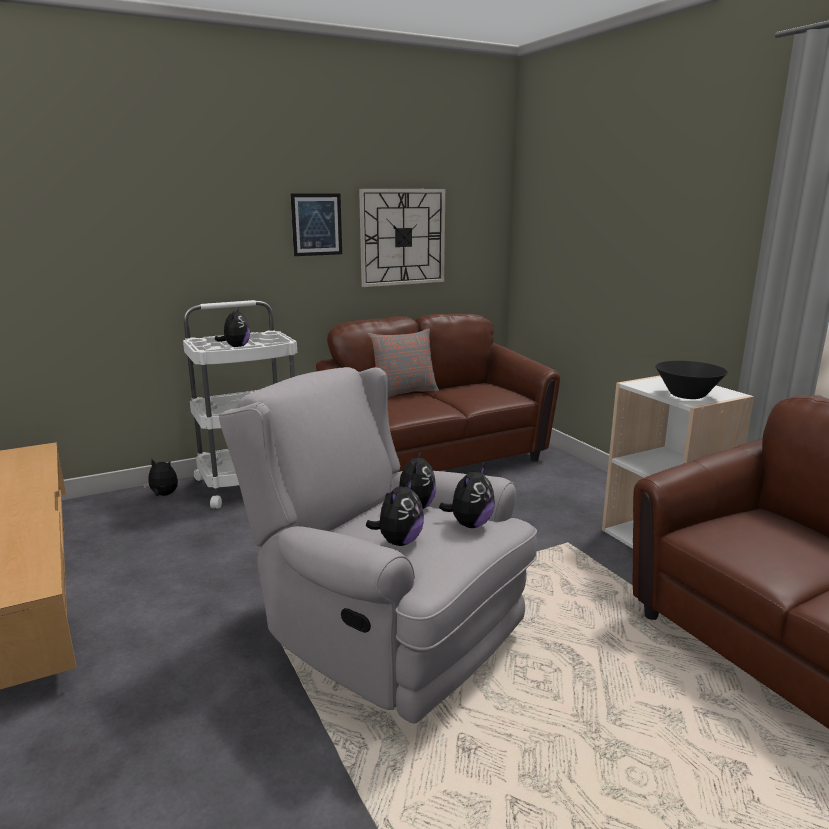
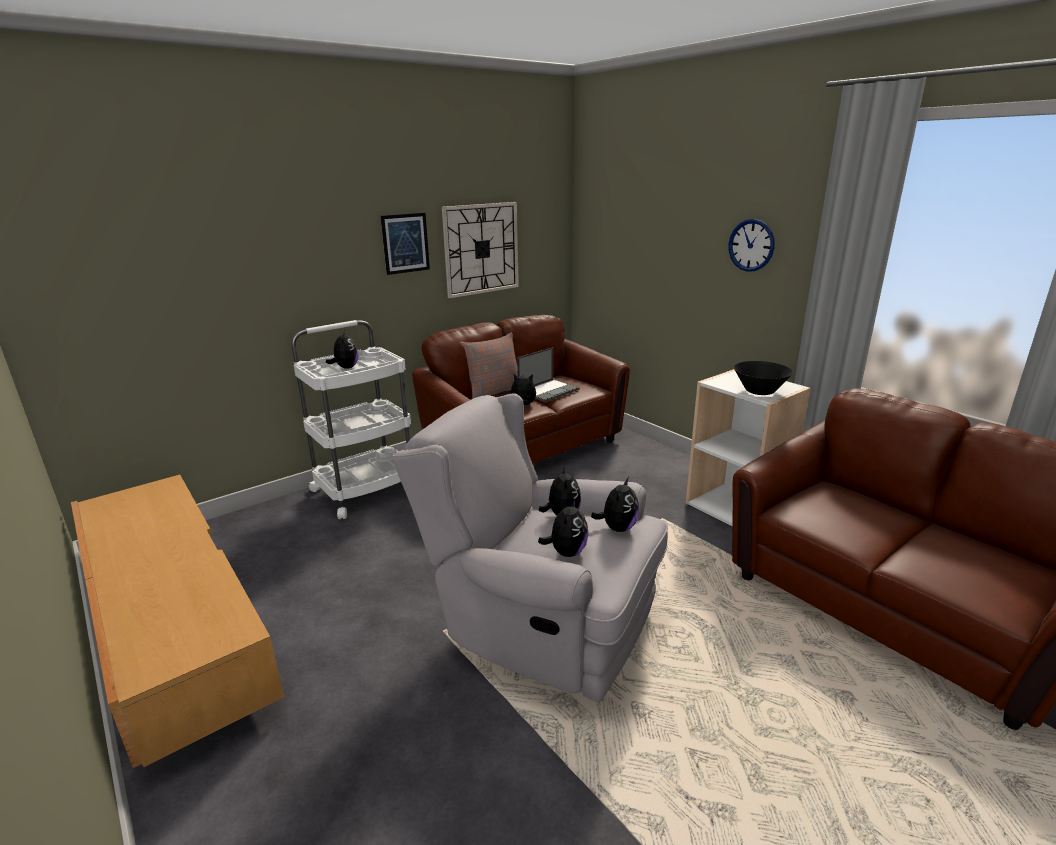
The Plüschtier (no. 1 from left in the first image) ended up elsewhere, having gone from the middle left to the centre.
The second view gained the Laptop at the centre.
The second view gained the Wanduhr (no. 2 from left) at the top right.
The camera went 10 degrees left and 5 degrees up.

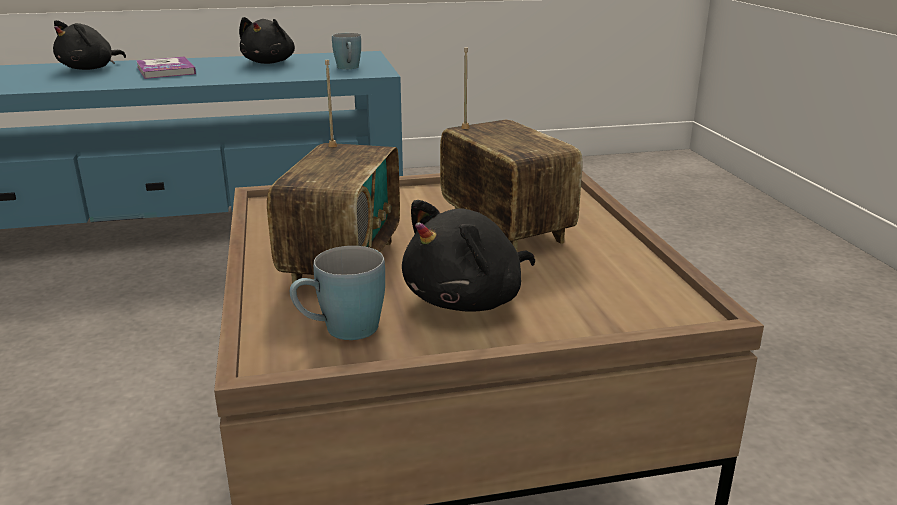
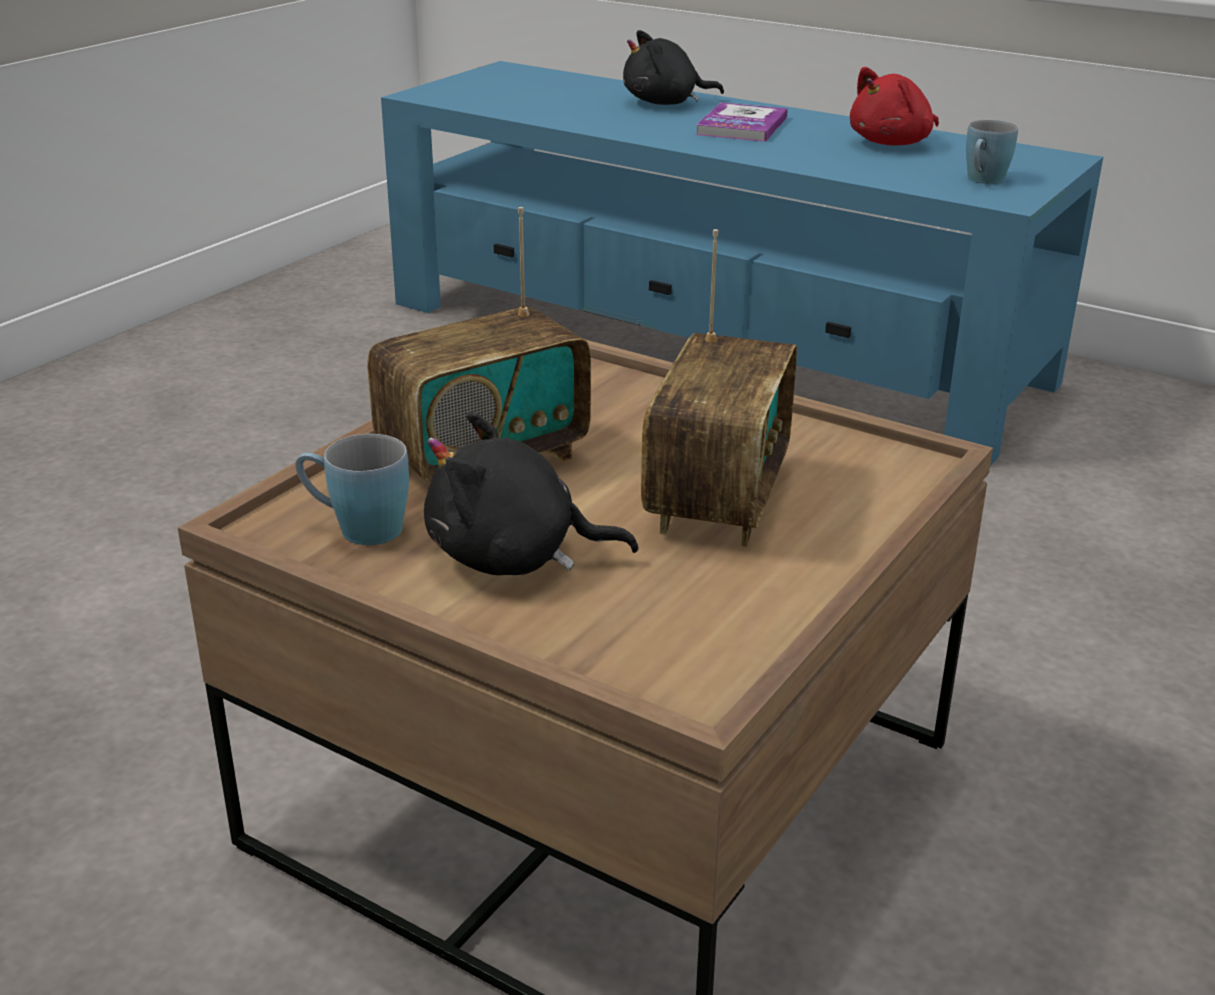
What was the Plüschtier (schwarz) (no. 2 from left) at the top left turned into the Plüschtier (rot) at the top right.
The camera went 45 degrees right and 5 degrees up.

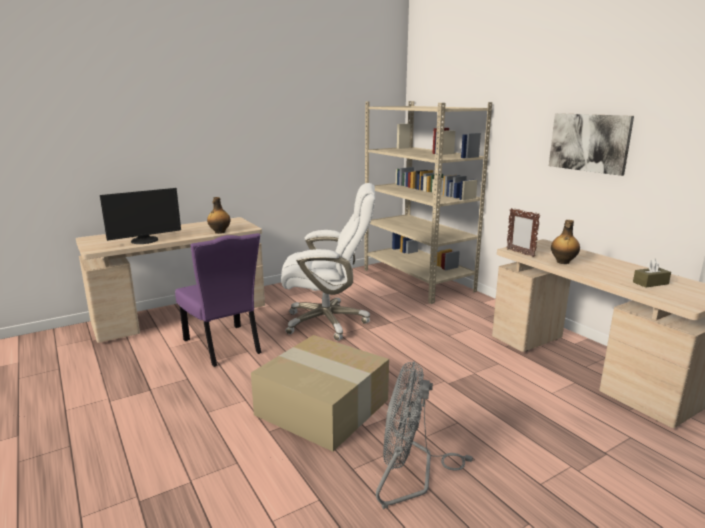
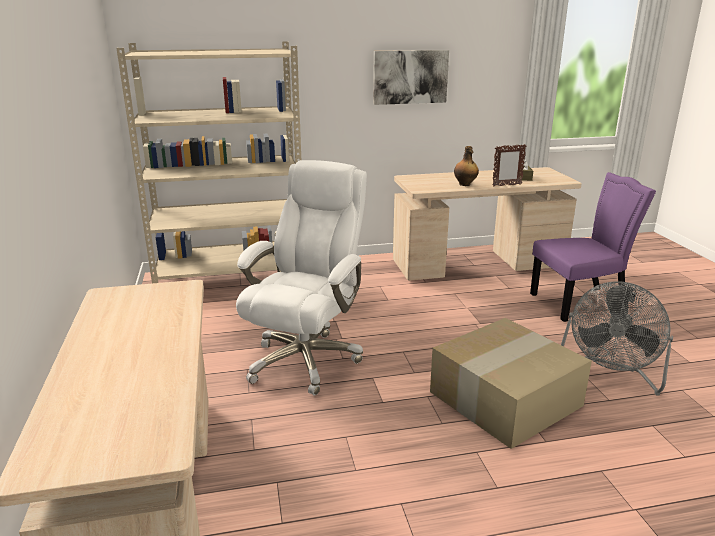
The second view lost the Monitor at the middle left.
The Stuhl (lila) ended up elsewhere, having gone from the middle left to the middle right.
The second view lost the Flasche (no. 1 from left) at the middle left.
The Bilderrahmen ended up elsewhere, having gone from the middle right to the top right.
The camera went 70 degrees left and 5 degrees up.

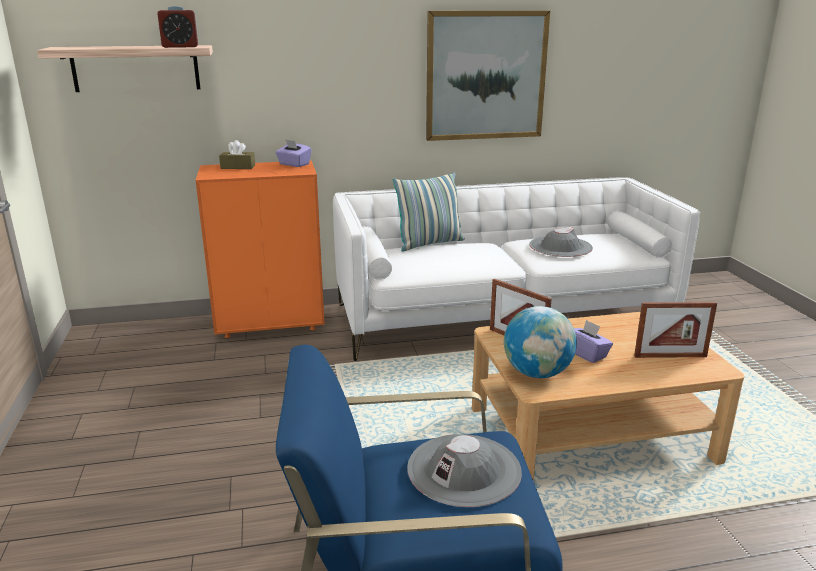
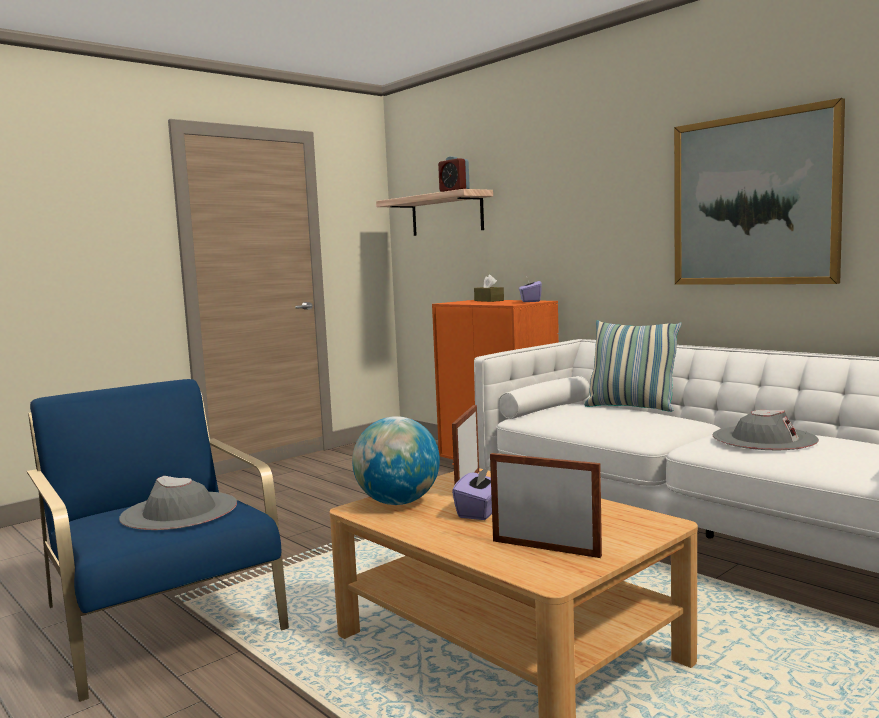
The Bilderrahmen (no. 2 from left) at the middle right ended up facing another way, 150 degrees clockwise from before.
The camera went 60 degrees right and 15 degrees down.

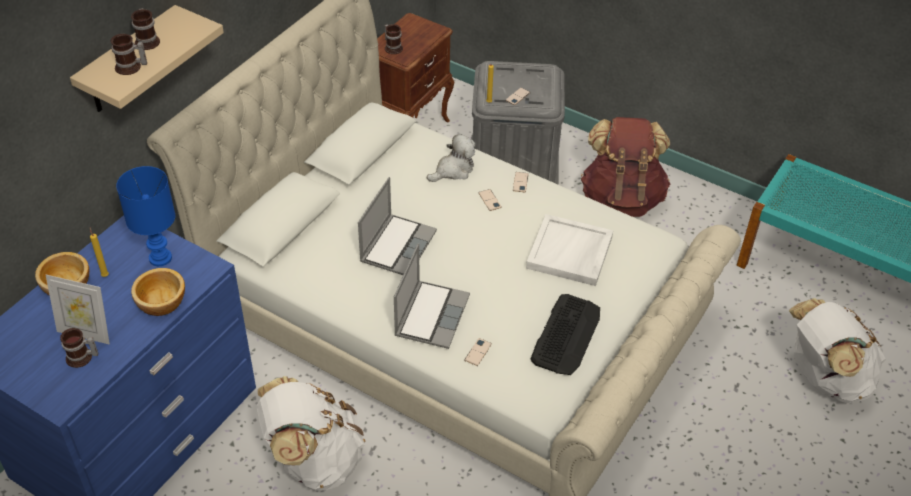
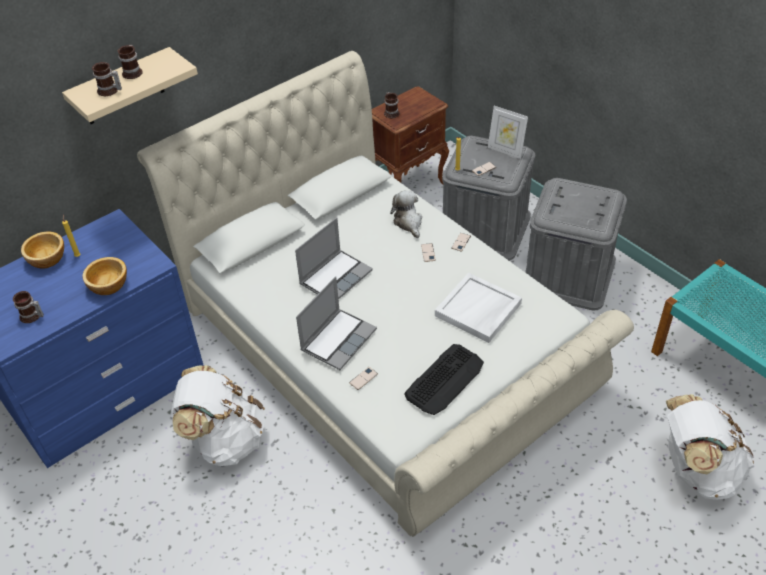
The Bilderrahmen ended up elsewhere, having gone from the middle left to the top centre.
The second view lost the Tischlampe (blau) at the middle left.
The Plüschtier at the top centre ended up facing another way, 90 degrees counterclockwise from before.
Where the Rucksack (braun) stood at the middle right, the Aufbewahrungsbox (grau) (no. 2 from left) came to stand at the middle right.
The camera went 20 degrees right and 0 degrees up.

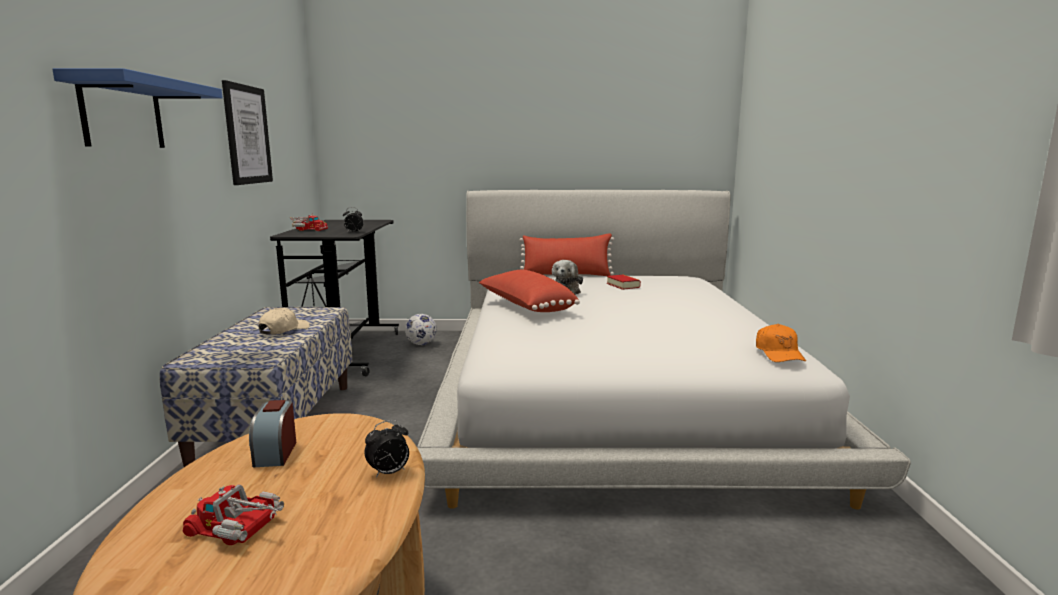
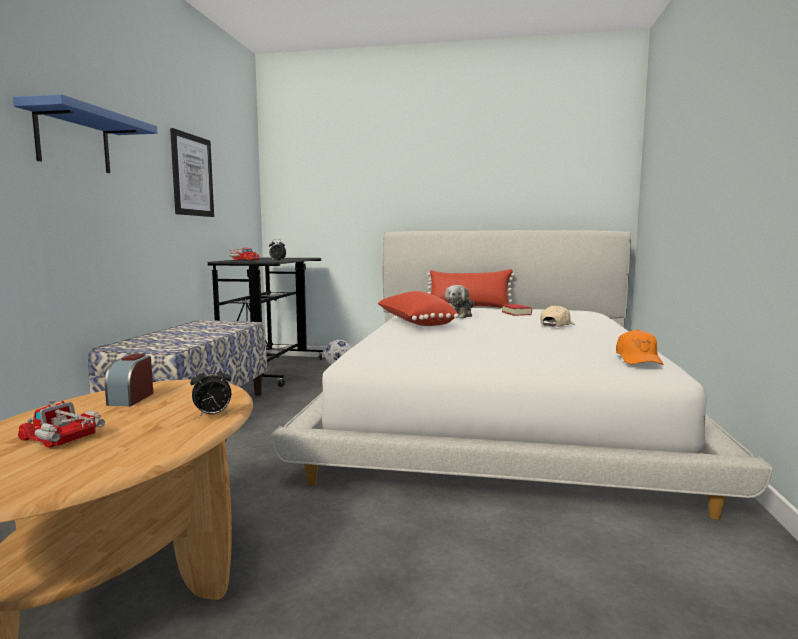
The Kappe (beige) ended up elsewhere, having gone from the middle left to the middle right.
The camera went 10 degrees right and 5 degrees down.

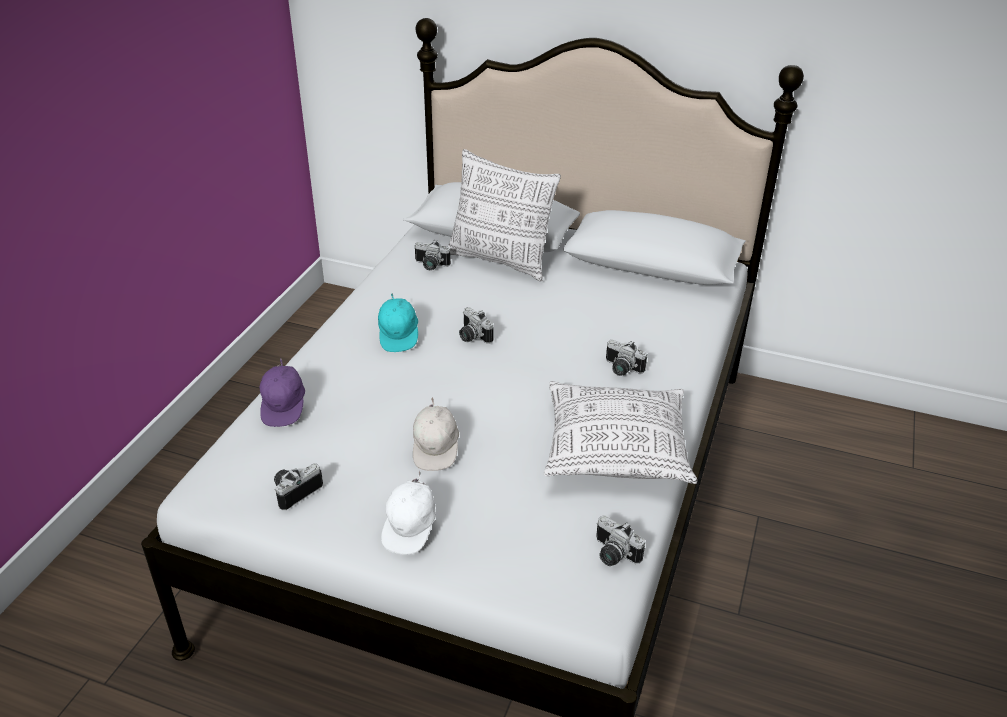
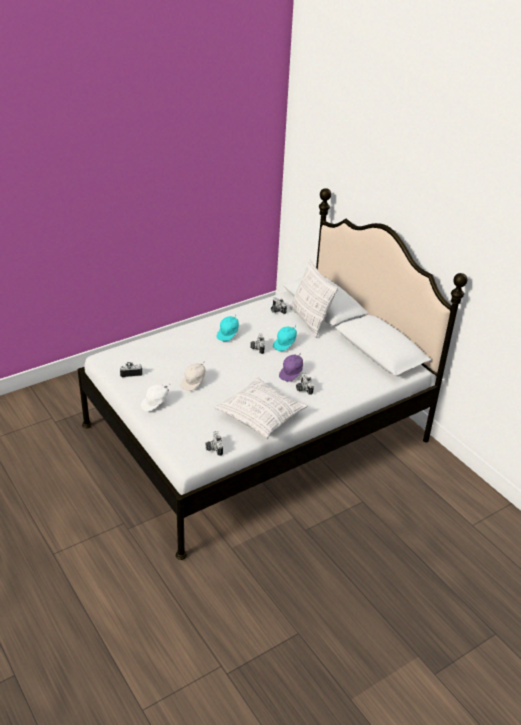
The Kappe (lila) ended up elsewhere, having gone from the middle left to the centre.
The second view gained the Kappe (türkis) (no. 2 from left) at the centre.
The camera went 35 degrees right and 0 degrees up.

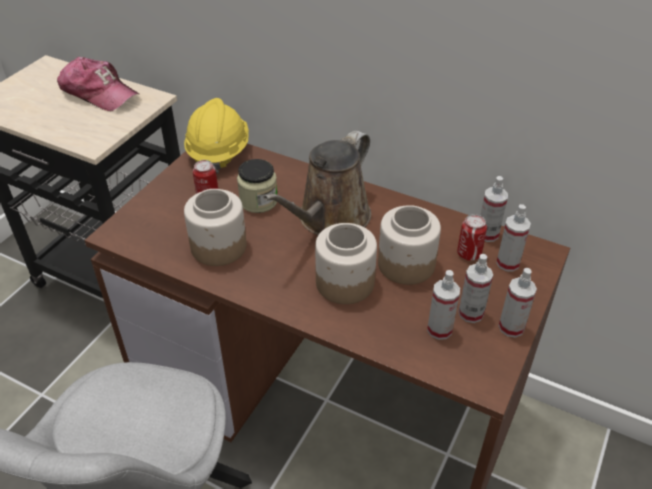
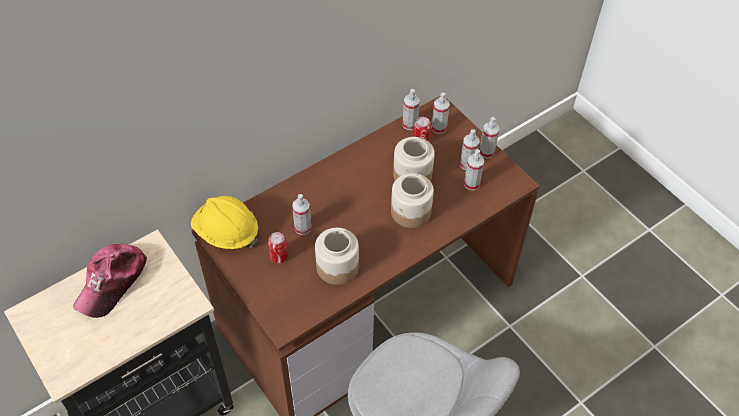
The Kappe at the top left ended up facing another way, 150 degrees clockwise from before.
Where the Vorratsglas (no. 2 from left) stood at the centre, the Sprühflasche (no. 1 from left) came to stand at the centre.
The second view lost the Gießkanne (braun) at the centre.
The camera went 65 degrees left and 10 degrees up.

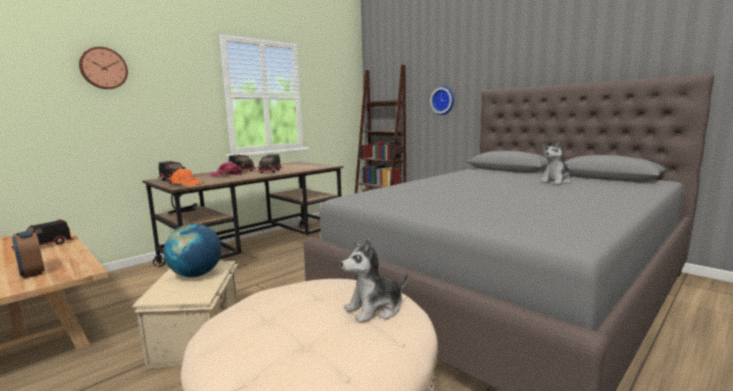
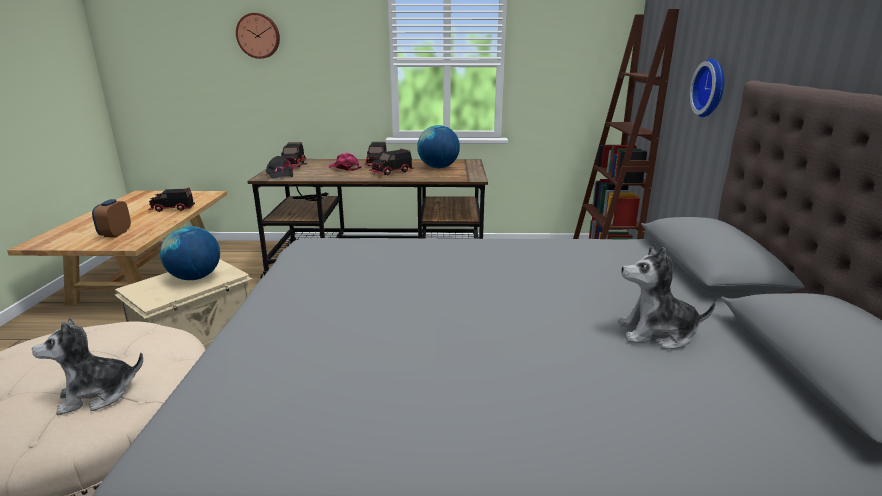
What was the Kappe (orange) at the middle left turned into the Kappe (schwarz) at the middle left.
The Plüschtier (no. 1 from left) at the bottom centre ended up facing another way, 45 degrees counterclockwise from before.
The second view gained the Globus (no. 2 from left) at the top centre.
The camera went 45 degrees right and 10 degrees up.

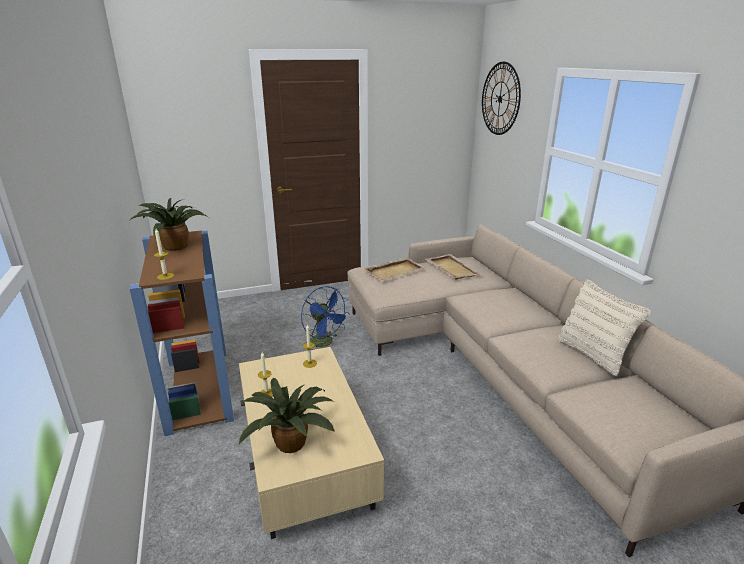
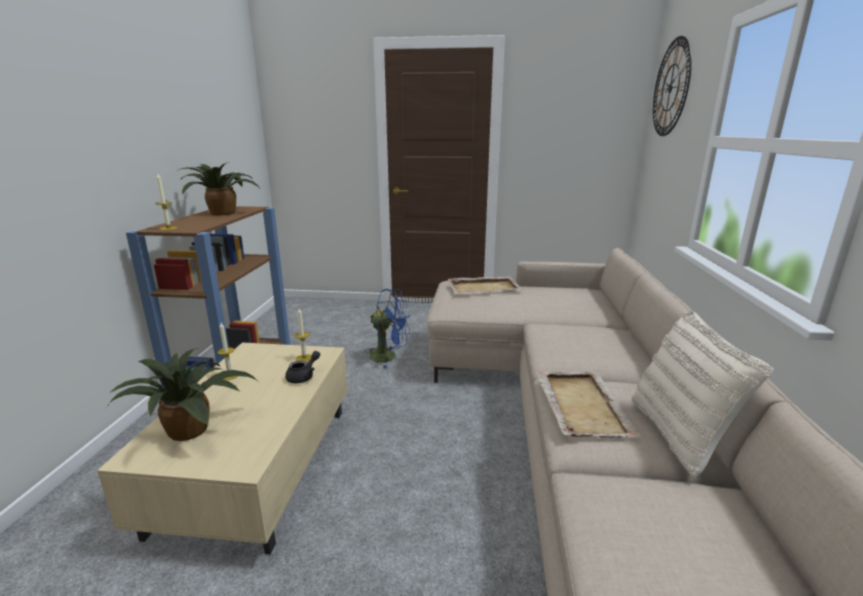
The Ventilator (blau) at the centre ended up facing another way, 60 degrees counterclockwise from before.
The Tablett (beige) (no. 2 from left) ended up elsewhere, having gone from the centre to the bottom right.
The second view gained the Teekanne (schwarz) at the centre.
The camera went 25 degrees right and 5 degrees down.

